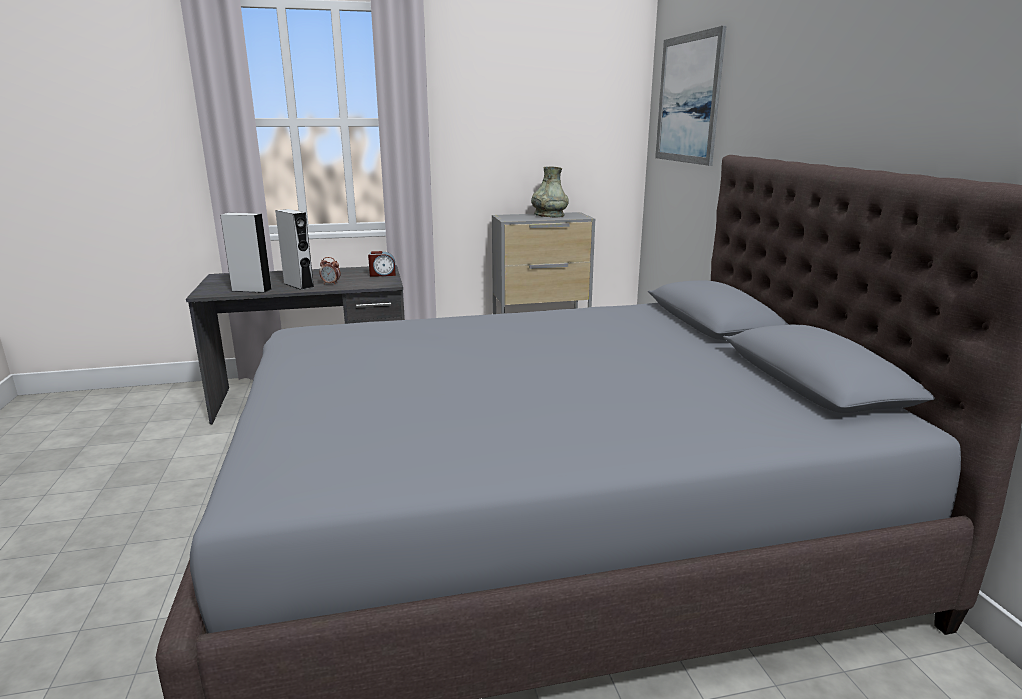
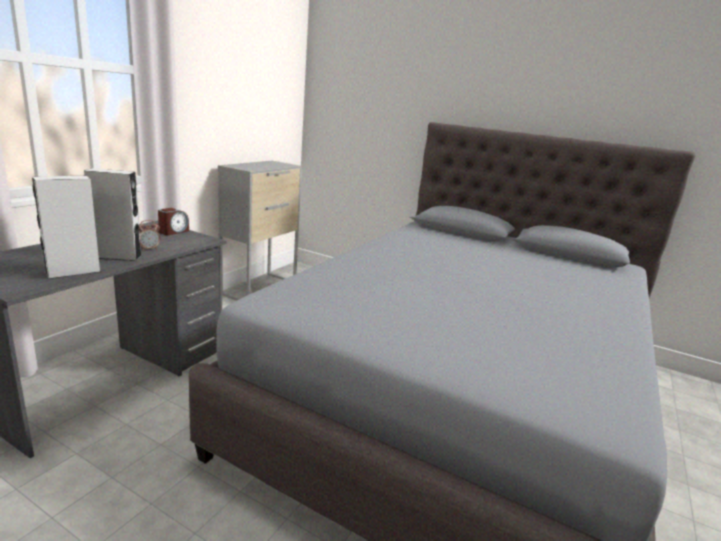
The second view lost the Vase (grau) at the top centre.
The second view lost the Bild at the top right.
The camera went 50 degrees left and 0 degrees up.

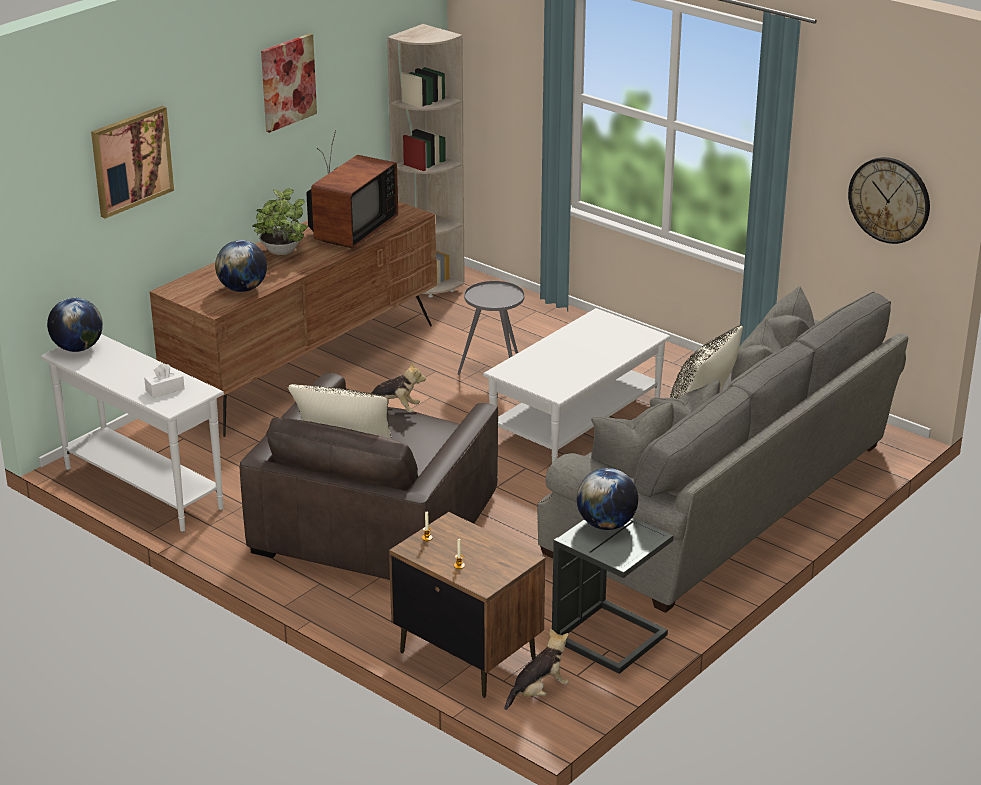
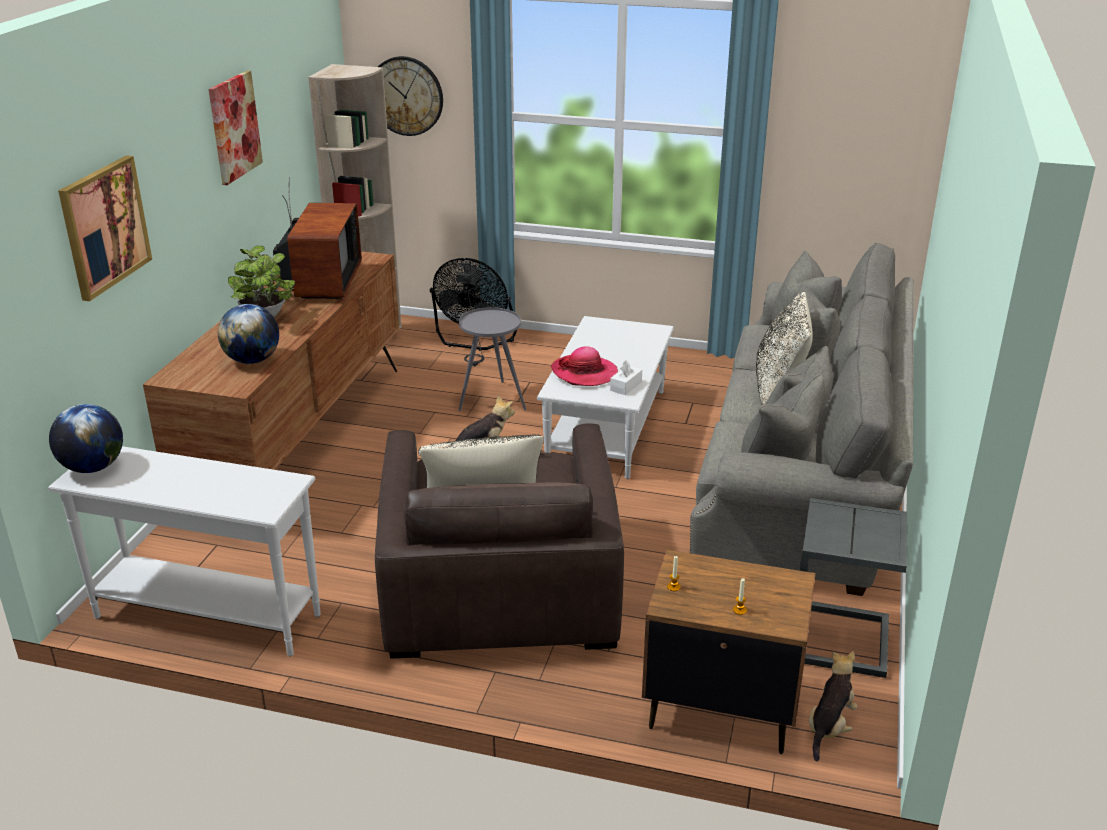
The Taschentuchbox (weiß) ended up elsewhere, having gone from the middle left to the centre.
The second view lost the Globus (no. 3 from left) at the centre.
The Wanduhr ended up elsewhere, having gone from the top right to the top centre.
The second view gained the Ventilator (schwarz) at the centre.
The second view gained the Hut at the centre.
The camera went 25 degrees left and 0 degrees up.

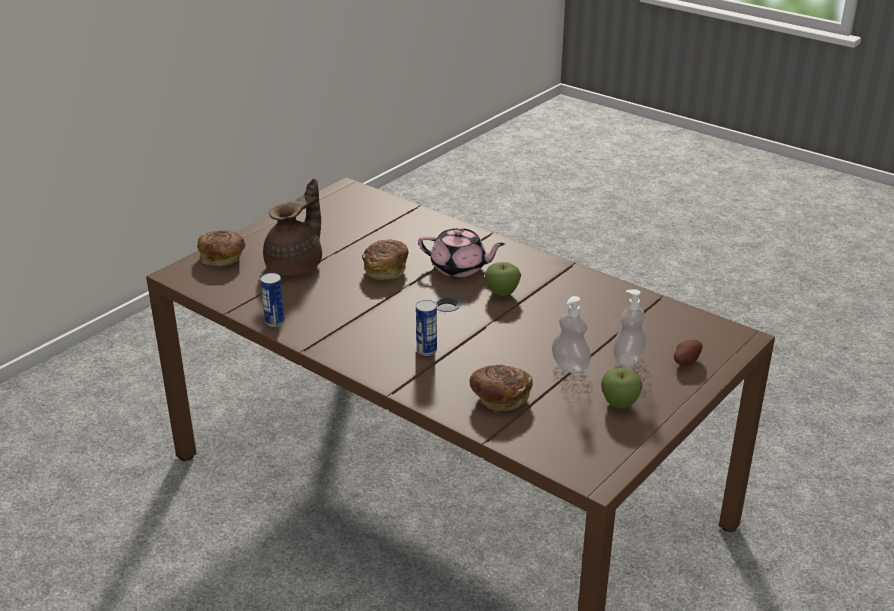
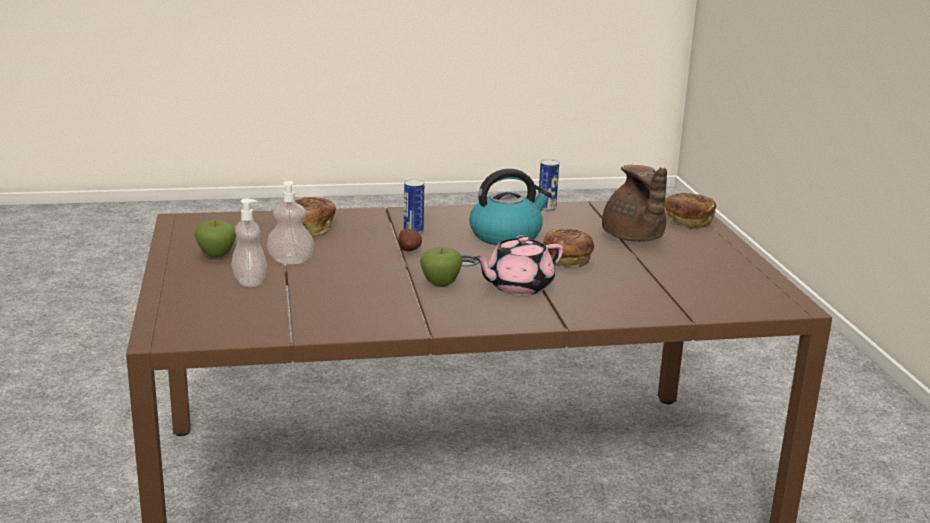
The Kartoffel ended up elsewhere, having gone from the middle right to the centre.
The second view gained the Wasserkessel at the centre.
The camera went 130 degrees right and 10 degrees down.

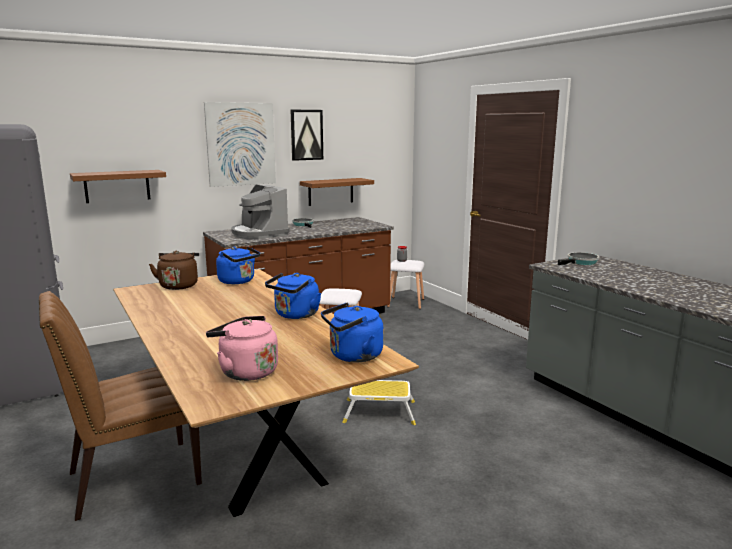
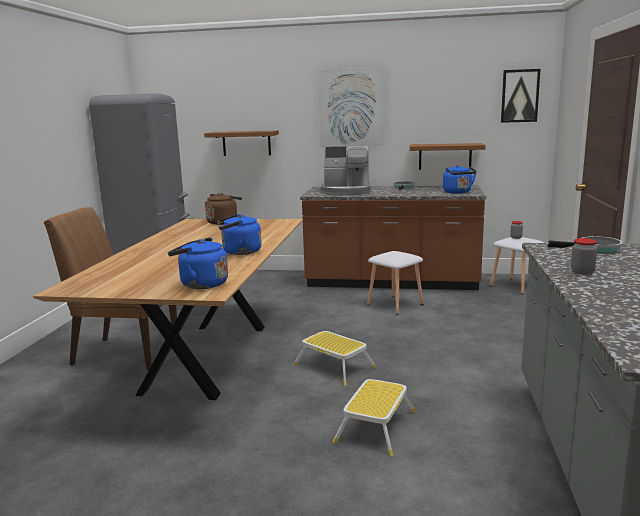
The second view lost the Wasserkessel (rosa) at the middle left.
The Wasserkessel (blau) (no. 1 from left in the first image) ended up elsewhere, having gone from the middle left to the middle right.
The Kaffeemaschine at the centre ended up facing another way, 90 degrees counterclockwise from before.
The Bild (no. 2 from left) ended up elsewhere, having gone from the top centre to the top right.
The second view gained the Trittleiter (gelb) (no. 2 from left) at the bottom centre.
The second view gained the Vorratsglas (no. 2 from left) at the middle right.
The camera went 40 degrees right and 0 degrees up.

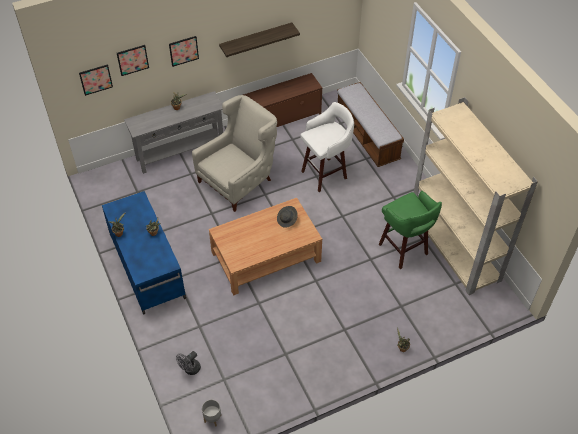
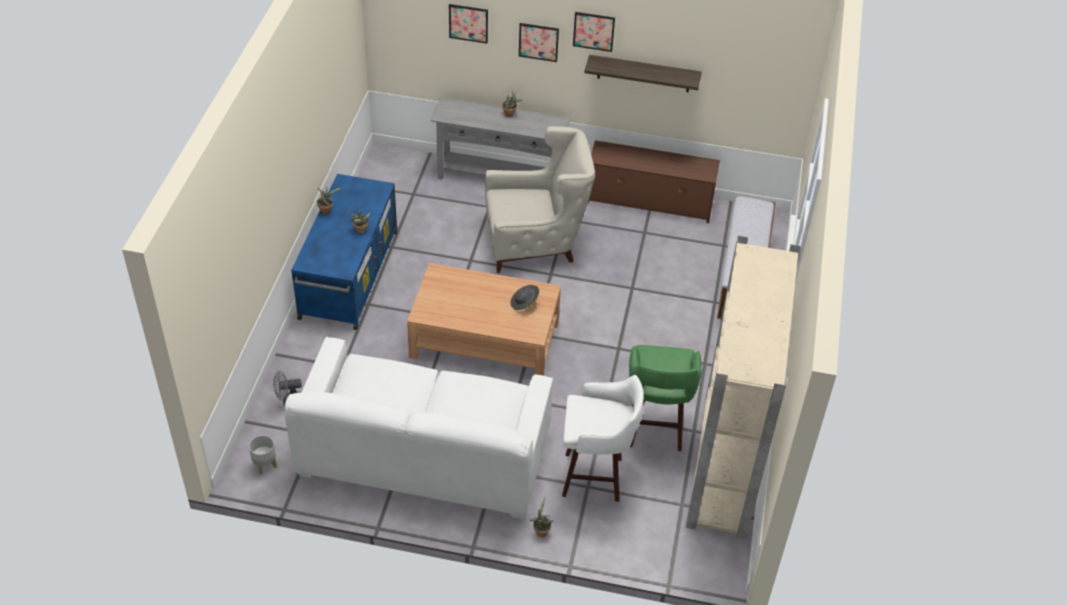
The Bild (no. 1 from left in the first image) ended up elsewhere, having gone from the top left to the top centre.
The Hocker (weiß) ended up elsewhere, having gone from the centre to the bottom centre.
The second view gained the Sofa (weiß) at the bottom centre.
The camera went 35 degrees right and 5 degrees down.

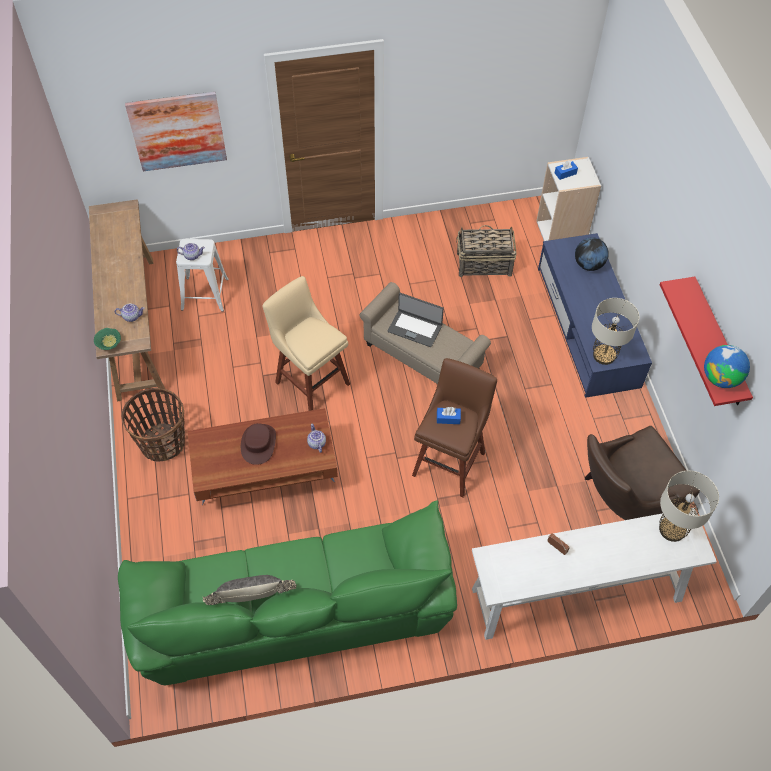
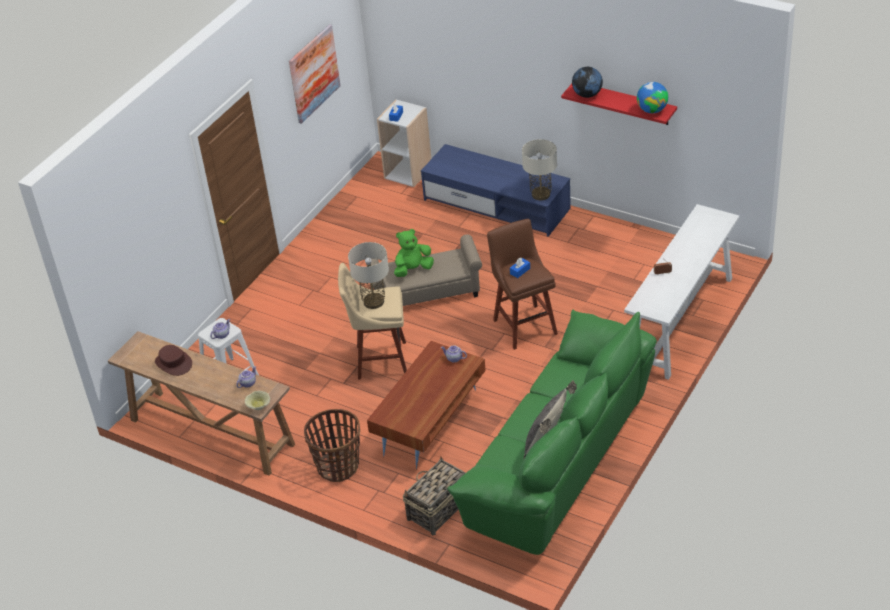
What was the Schüssel (grün) at the middle left turned into the Schüssel (beige) at the middle left.
The Bild ended up elsewhere, having gone from the top left to the top centre.
The Hut (braun) ended up elsewhere, having gone from the centre to the middle left.
Where the Laptop stood at the centre, the Plüschtier (grün) came to stand at the centre.
The Korb (no. 2 from left) ended up elsewhere, having gone from the top centre to the bottom centre.
The Globus (no. 1 from left) ended up elsewhere, having gone from the top right to the top centre.
The second view lost the Sessel (braun) at the middle right.
The Tischlampe (no. 2 from left in the first image) ended up elsewhere, having gone from the middle right to the centre.
The camera went 45 degrees left and 15 degrees down.

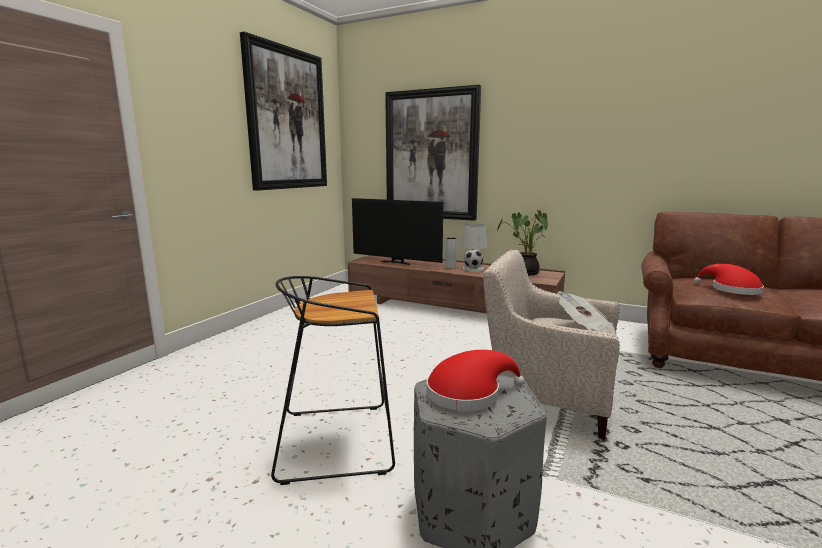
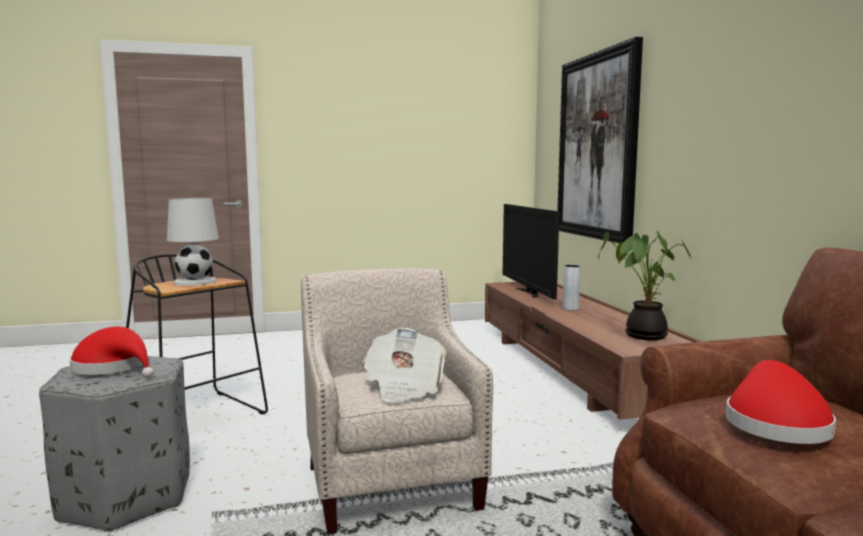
The second view lost the Bild (no. 1 from left) at the top centre.
The Tischlampe (weiß) ended up elsewhere, having gone from the centre to the middle left.
The camera went 50 degrees right and 5 degrees down.

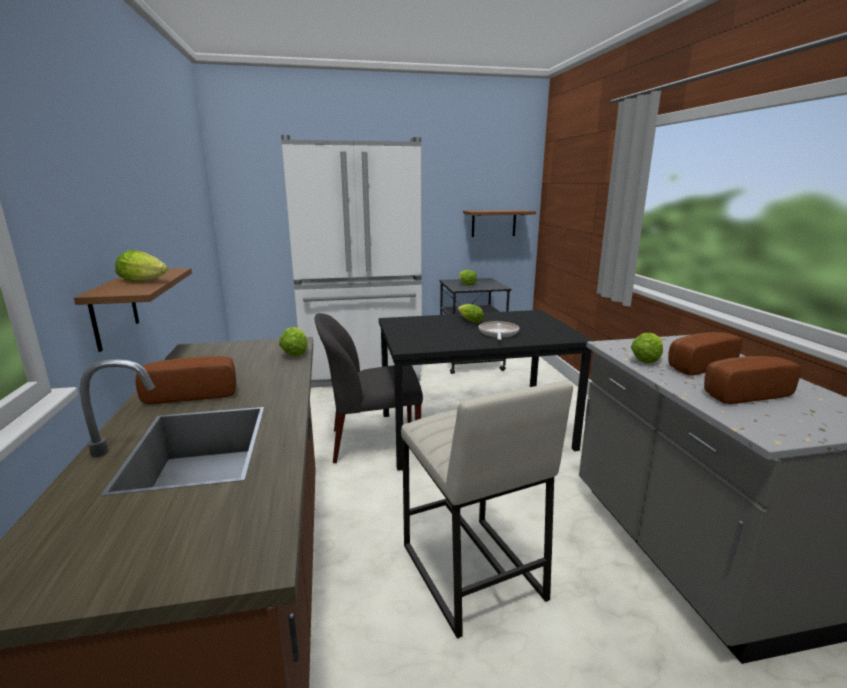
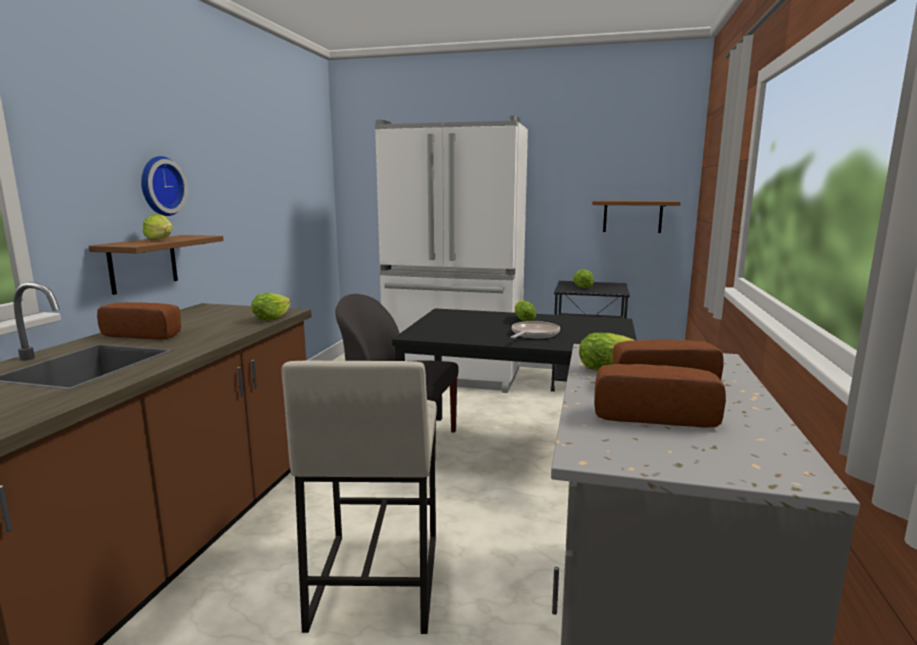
The second view gained the Wanduhr at the top left.
The camera went 25 degrees right and 5 degrees down.

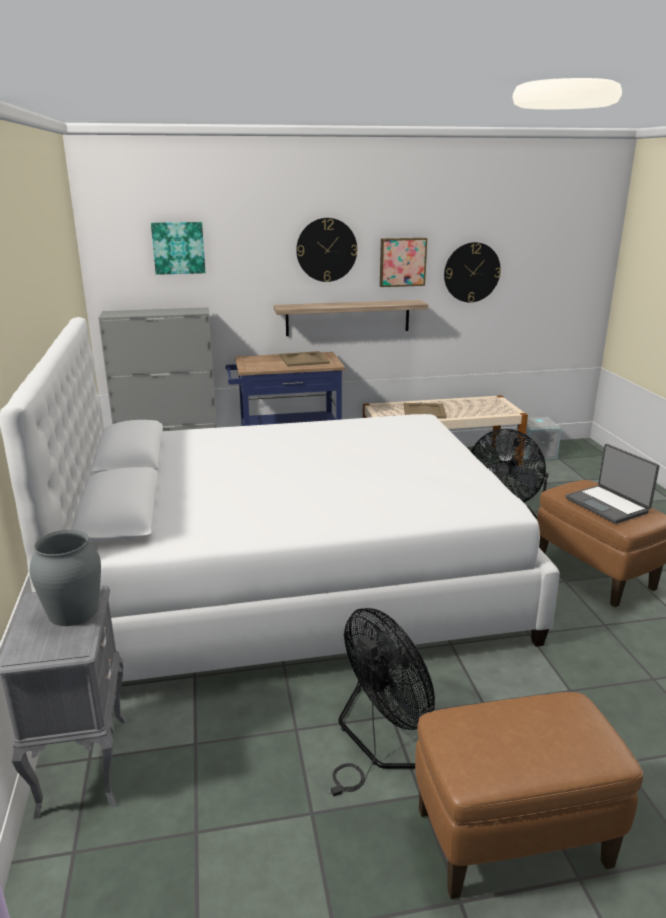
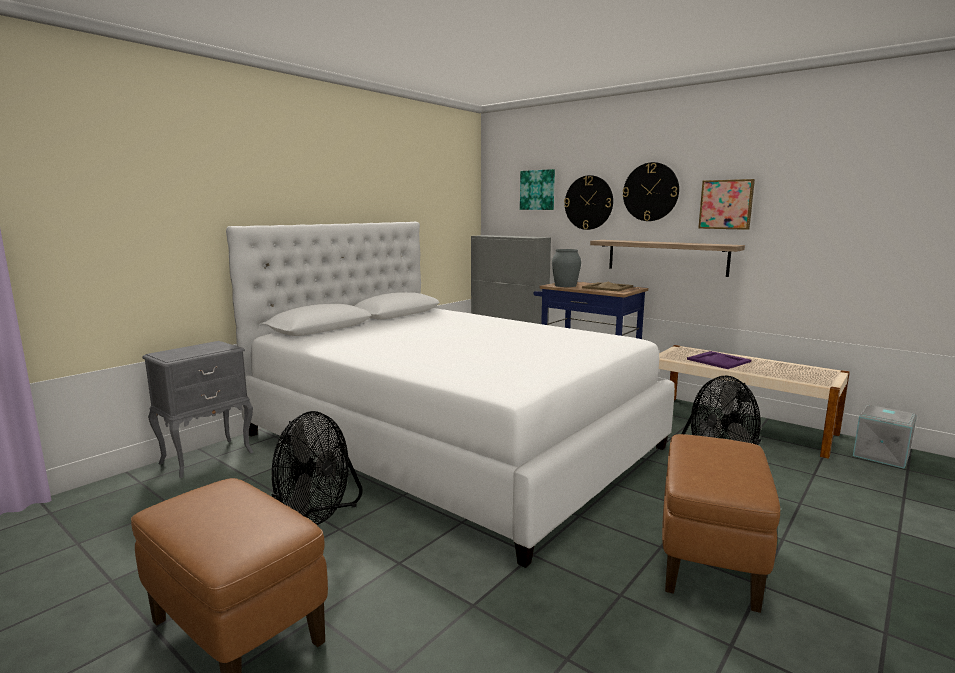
The Vase (grau) ended up elsewhere, having gone from the middle left to the centre.
What was the Tablett (beige) (no. 2 from left) at the centre turned into the Tablett (lila) at the middle right.
The Wanduhr (no. 2 from left in the first image) ended up elsewhere, having gone from the top right to the top centre.
The second view lost the Laptop at the middle right.
The camera went 50 degrees right and 10 degrees down.

